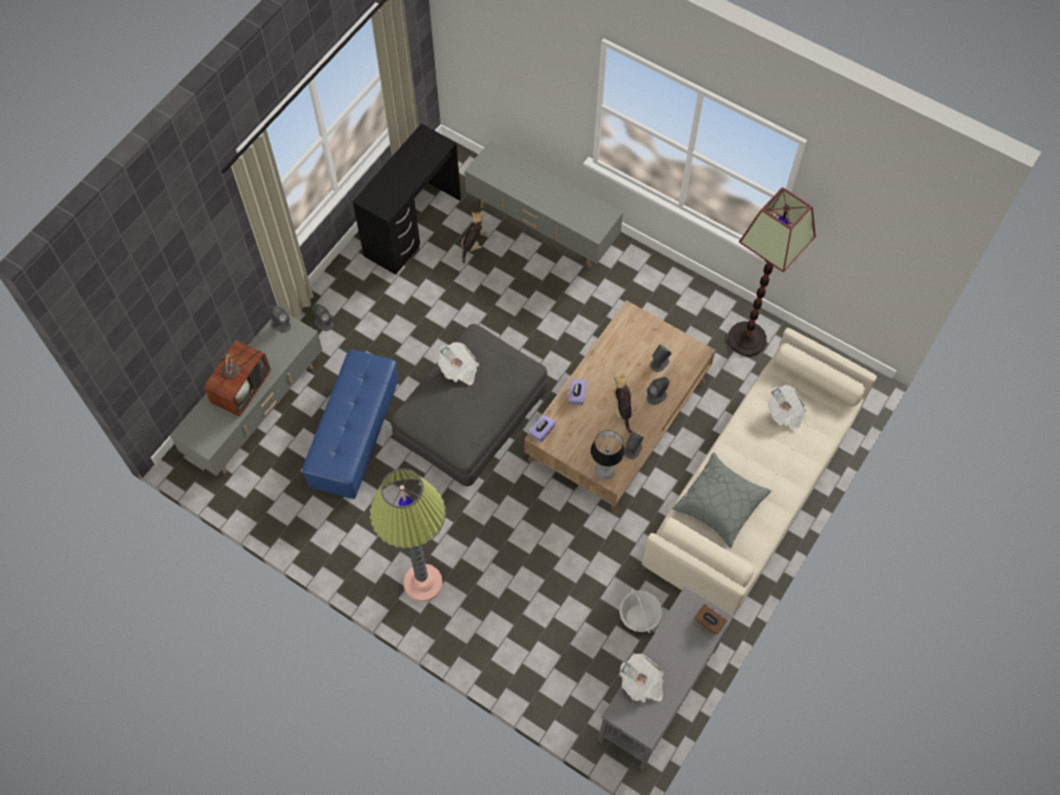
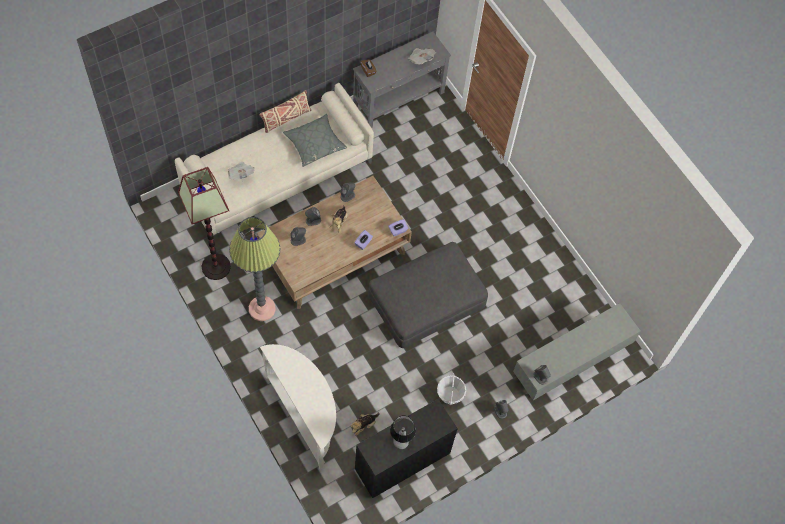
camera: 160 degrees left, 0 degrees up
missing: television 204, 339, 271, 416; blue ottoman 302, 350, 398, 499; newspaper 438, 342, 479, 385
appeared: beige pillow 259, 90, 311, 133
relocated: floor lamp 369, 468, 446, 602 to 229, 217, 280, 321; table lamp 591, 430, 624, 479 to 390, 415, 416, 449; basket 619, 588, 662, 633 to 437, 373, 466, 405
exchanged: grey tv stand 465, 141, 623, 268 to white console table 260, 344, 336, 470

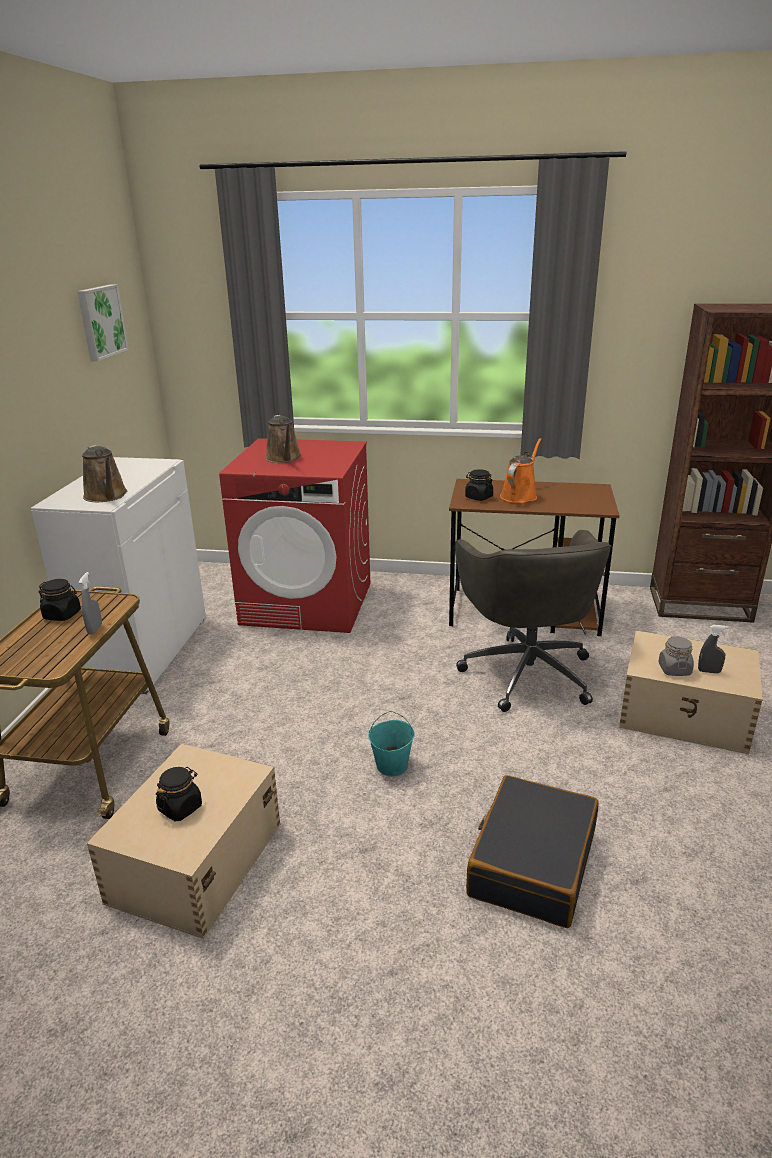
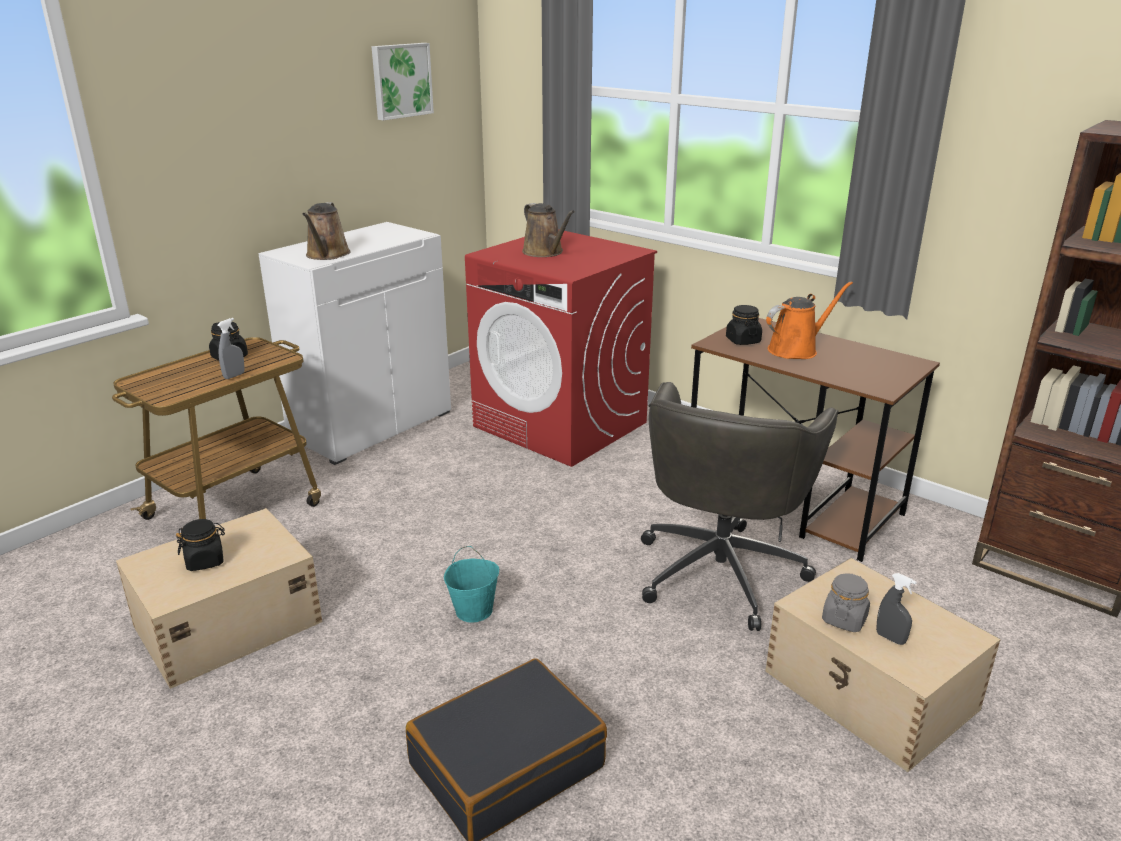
camera: 30 degrees right, 0 degrees up
spun: brown watering can 266, 415, 302, 463 = 522, 203, 575, 257 45 degrees counterclockwise

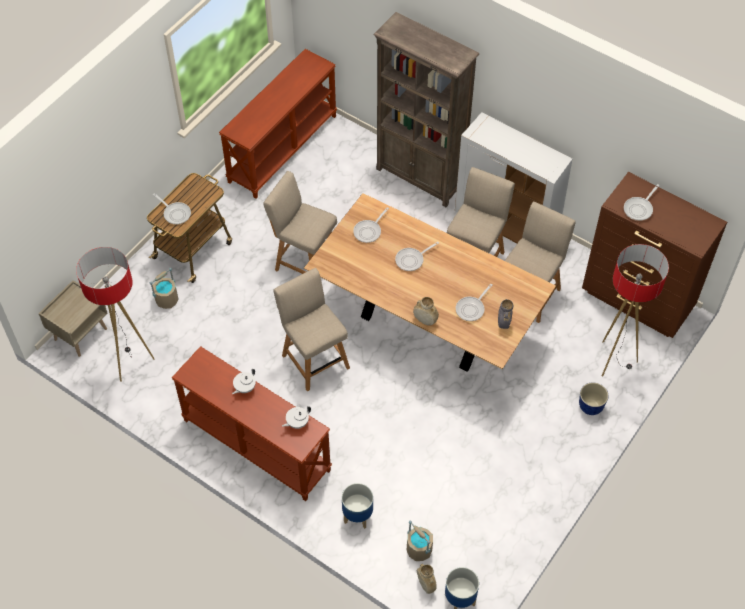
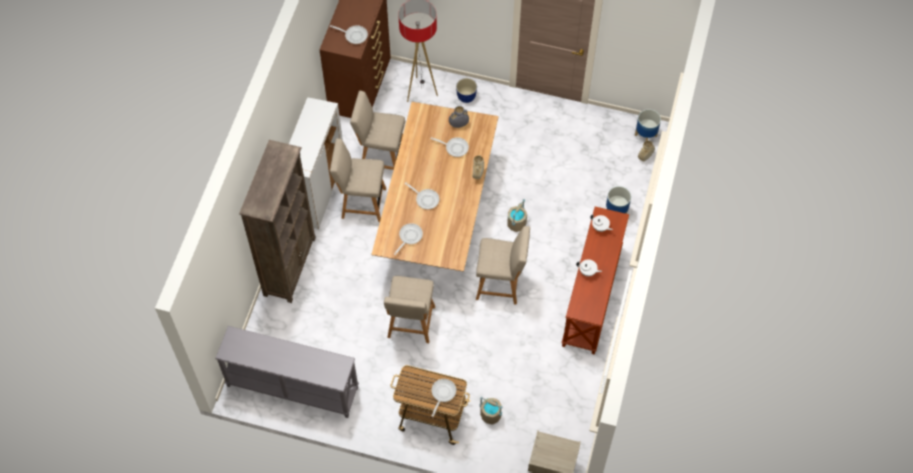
camera: 110 degrees left, 5 degrees up
missing: floor lamp 76, 247, 155, 382
relocated: beige bucket 407, 521, 433, 561 to 507, 199, 527, 232
colour: brown console table 219, 49, 337, 199 to grey console table 216, 326, 359, 418
spun: beige chair 273, 268, 350, 391 = 476, 226, 530, 305 120 degrees counterclockwise; frying pan 353, 207, 389, 243 = 394, 223, 423, 255 75 degrees counterclockwise

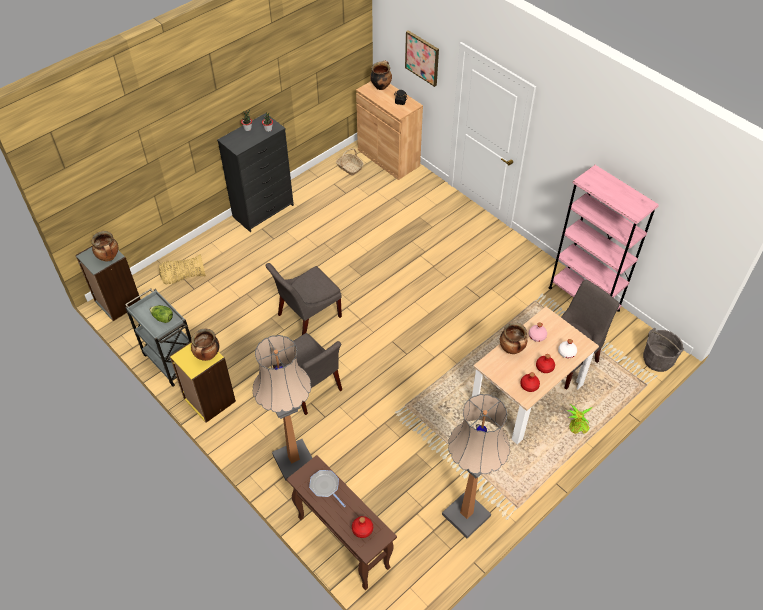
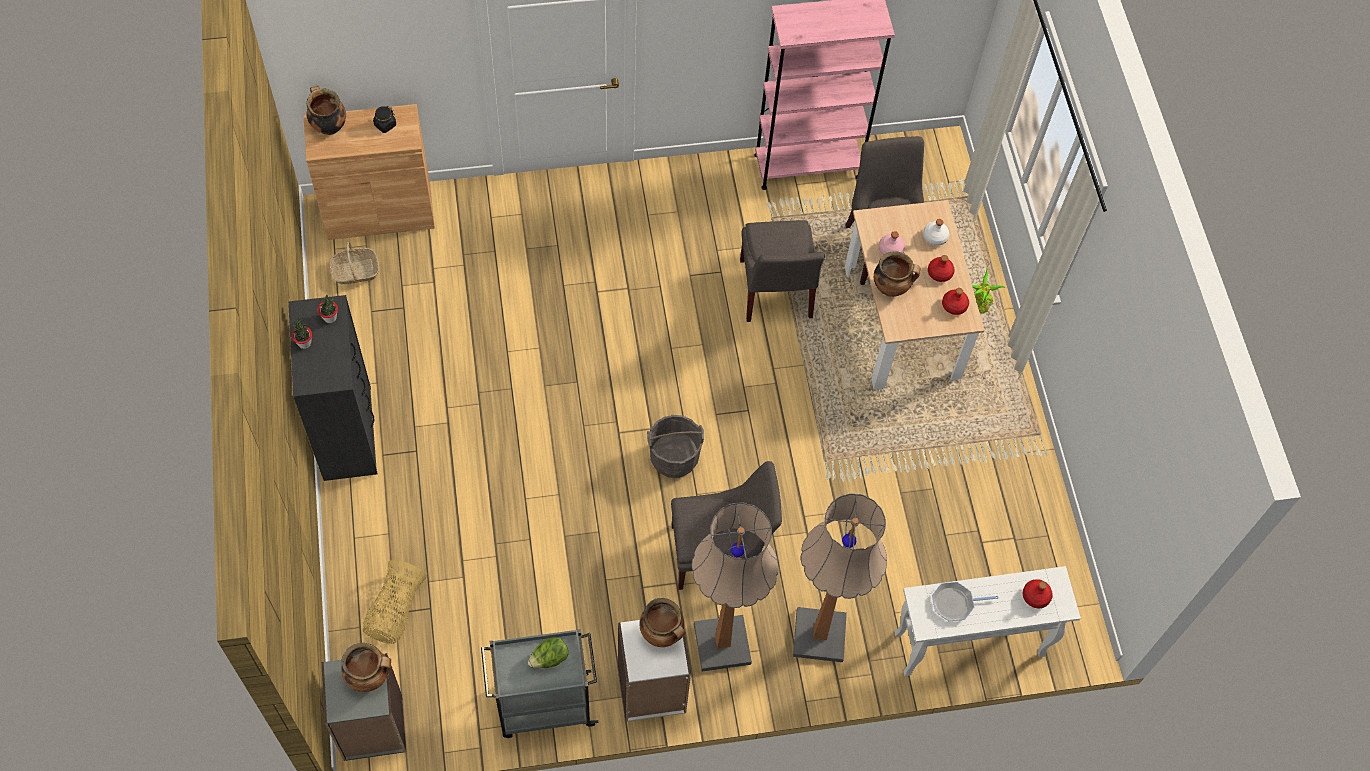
camera: 60 degrees left, 10 degrees up
missing: picture 405, 30, 439, 87
relocated: grey chair 266, 263, 342, 335 to 740, 220, 825, 322; floor lamp 442, 394, 510, 538 to 692, 502, 779, 671; grey bucket 643, 328, 684, 372 to 647, 415, 704, 478
colour: yellow bookcase 170, 342, 236, 423 to white bookcase 618, 620, 691, 722; brown console table 287, 455, 397, 590 to white console table 895, 566, 1081, 676

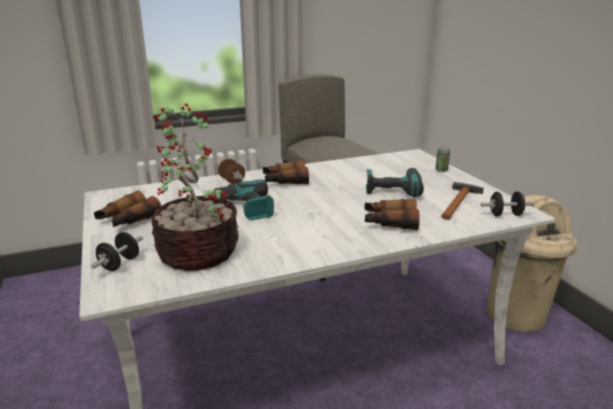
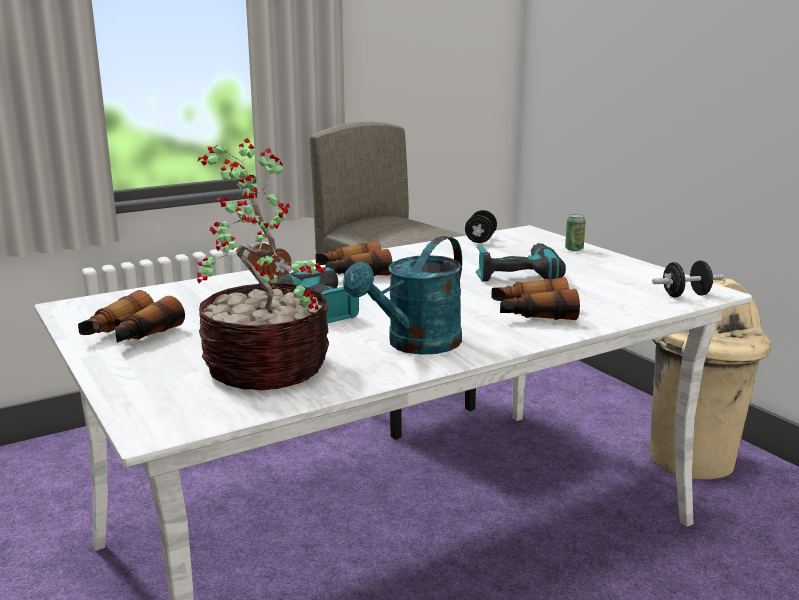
camera: 10 degrees left, 5 degrees down
missing: hammer 441, 182, 484, 220
appeared: turquoise watering can 343, 236, 462, 355
relocated: black dumbbell 91, 232, 143, 271 to 465, 210, 497, 243

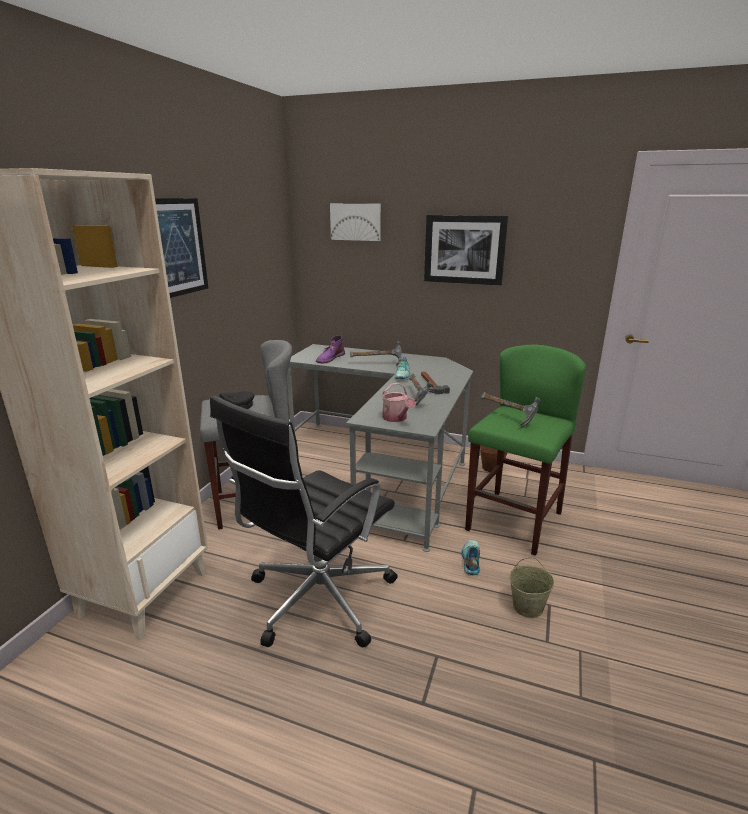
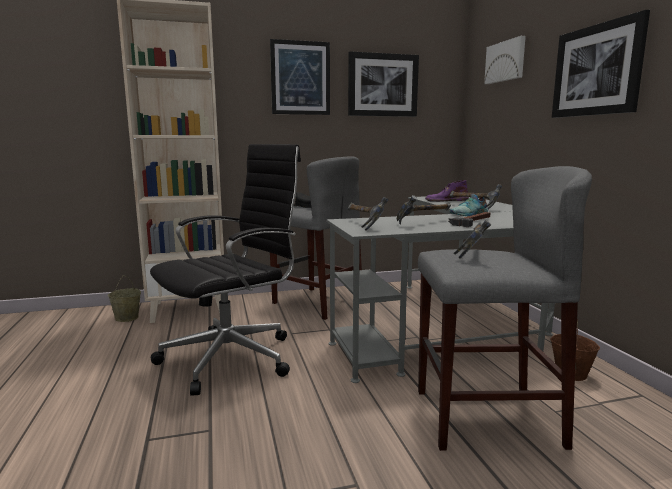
camera: 55 degrees right, 10 degrees down
missing: shoe 461, 540, 480, 575
appeared: picture 348, 51, 419, 117
relocated: beige bucket 510, 558, 554, 618 to 108, 275, 141, 322
exchanged: watering can 382, 383, 416, 422 to hammer 347, 197, 388, 230
colour: green stool 465, 345, 586, 556 to grey stool 418, 166, 592, 451
spun: black office chair 210, 396, 398, 647 = 150, 144, 301, 396 135 degrees clockwise

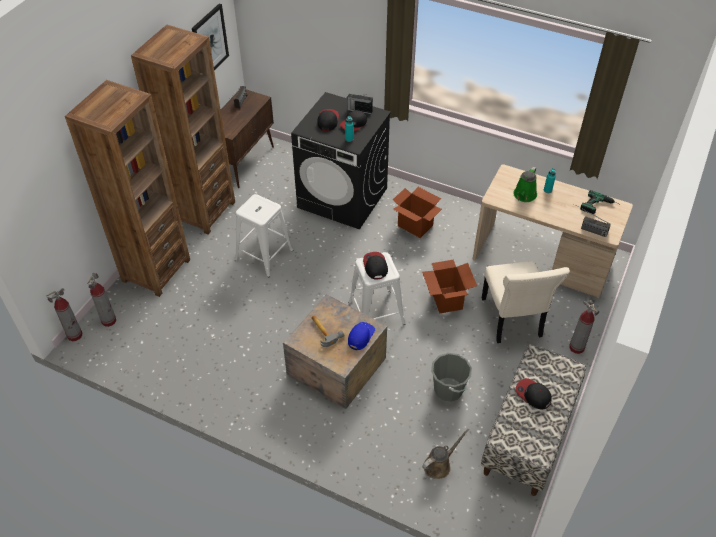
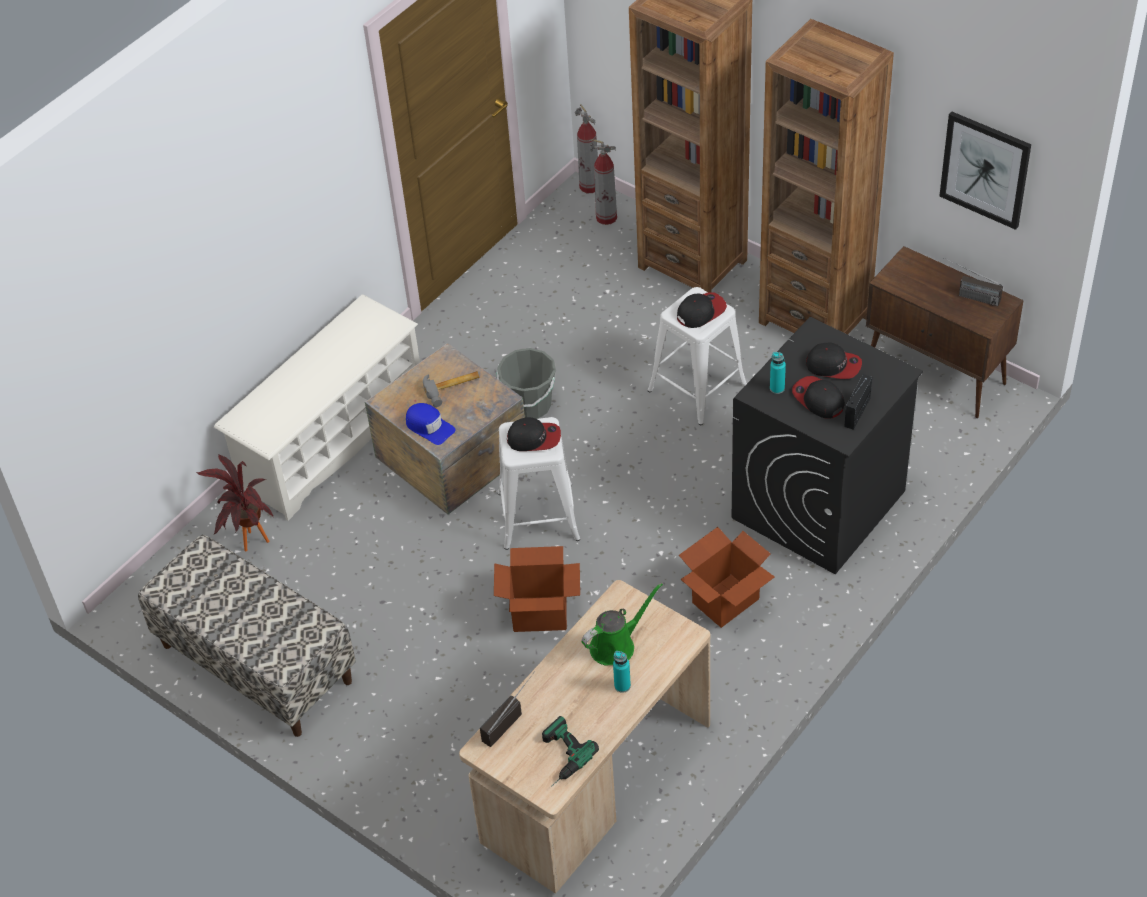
camera: 105 degrees right, 0 degrees up
missing: beige chair 482, 261, 570, 343; fire extinguisher 569, 300, 600, 354
appeared: white shoe rack 214, 294, 420, 521
relocated: grey bucket 431, 353, 472, 402 to 497, 348, 556, 419; cap 516, 378, 552, 409 to 677, 292, 727, 328
exchanged: brown watering can 422, 429, 469, 479 to potted plant 196, 454, 274, 552
spun: green watering can 513, 167, 537, 202 = 582, 583, 663, 666 105 degrees clockwise

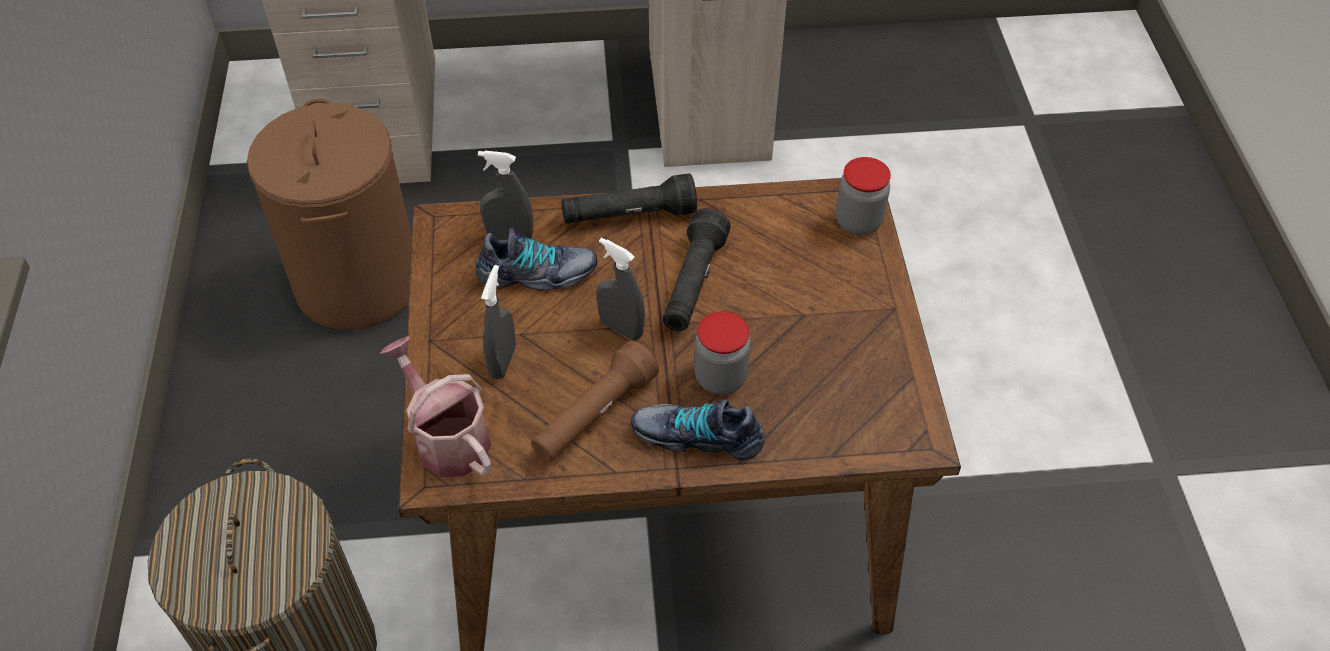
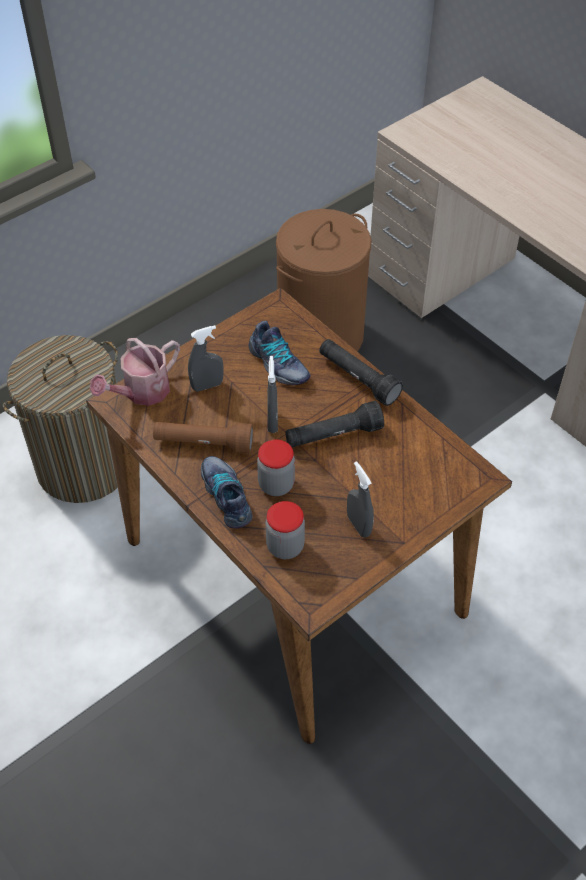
camera: 55 degrees right, 0 degrees up
relocated: grey spray bottle 478, 150, 533, 240 to 347, 461, 374, 538; jar 836, 157, 891, 235 to 266, 501, 305, 559
spun: watering can 380, 336, 492, 477 = 90, 338, 180, 406 150 degrees counterclockwise

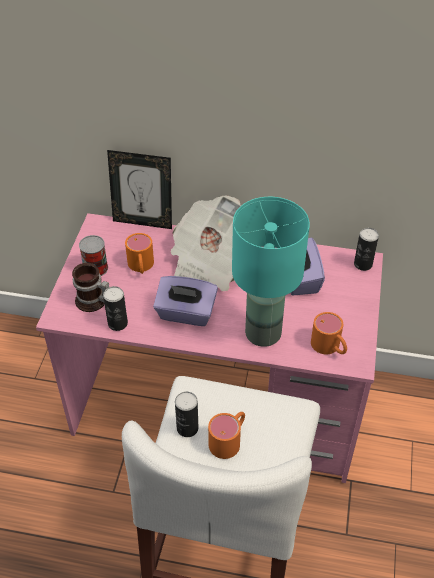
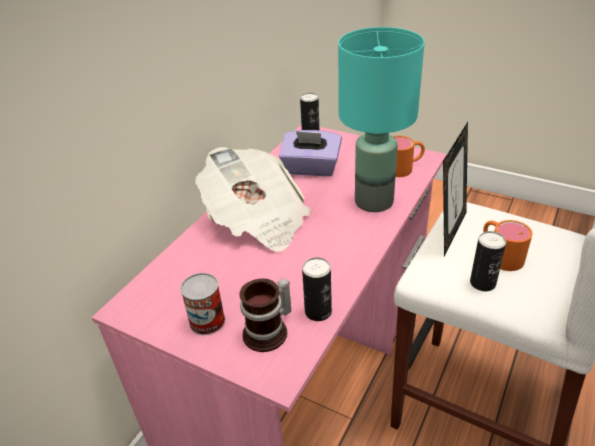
camera: 70 degrees left, 10 degrees down
missing: orange mug 125, 233, 154, 274; purple tissue box 153, 276, 218, 326
relocated: picture frame 107, 150, 172, 229 to 443, 122, 468, 257

